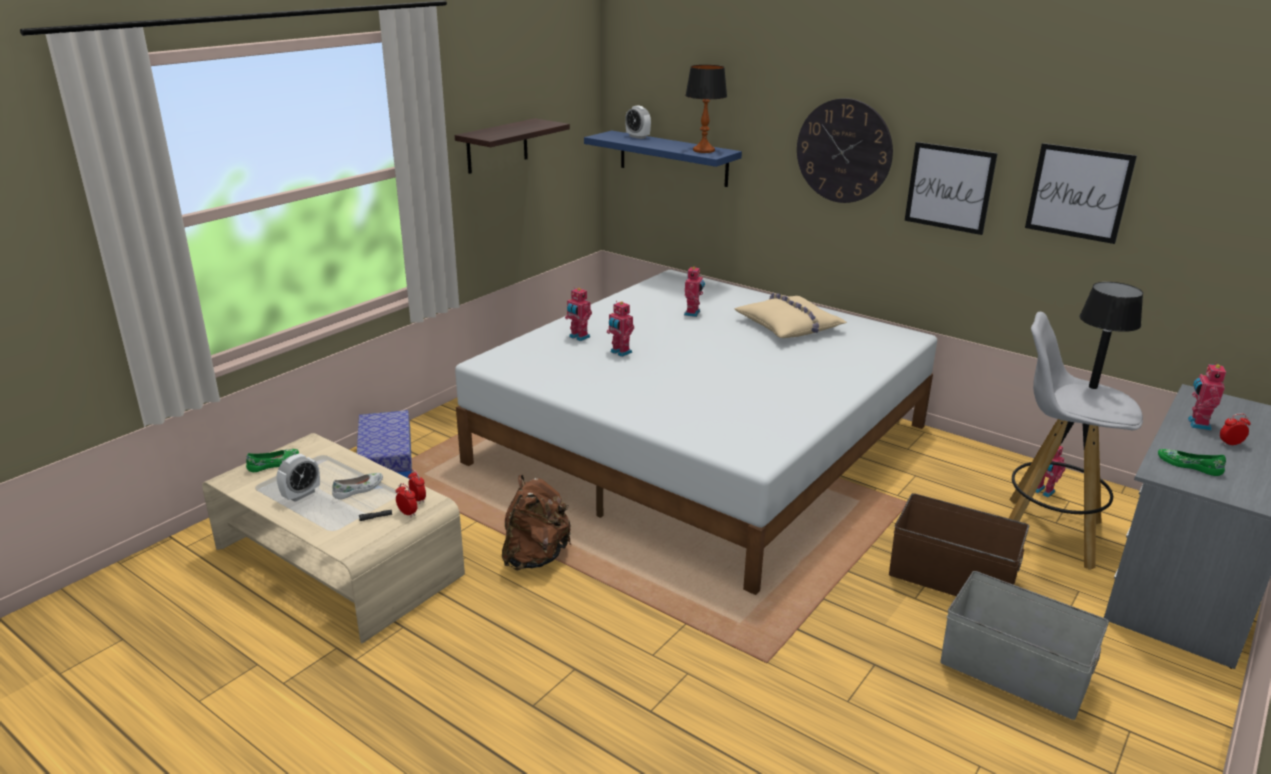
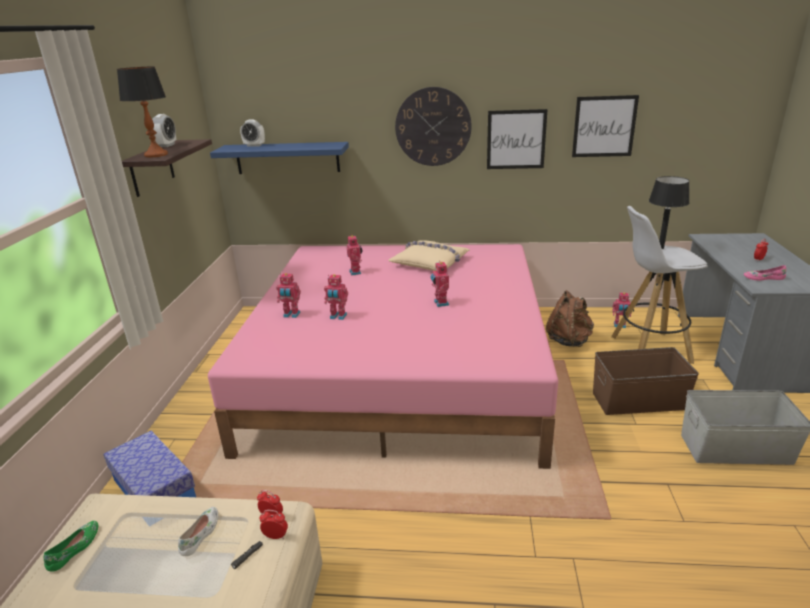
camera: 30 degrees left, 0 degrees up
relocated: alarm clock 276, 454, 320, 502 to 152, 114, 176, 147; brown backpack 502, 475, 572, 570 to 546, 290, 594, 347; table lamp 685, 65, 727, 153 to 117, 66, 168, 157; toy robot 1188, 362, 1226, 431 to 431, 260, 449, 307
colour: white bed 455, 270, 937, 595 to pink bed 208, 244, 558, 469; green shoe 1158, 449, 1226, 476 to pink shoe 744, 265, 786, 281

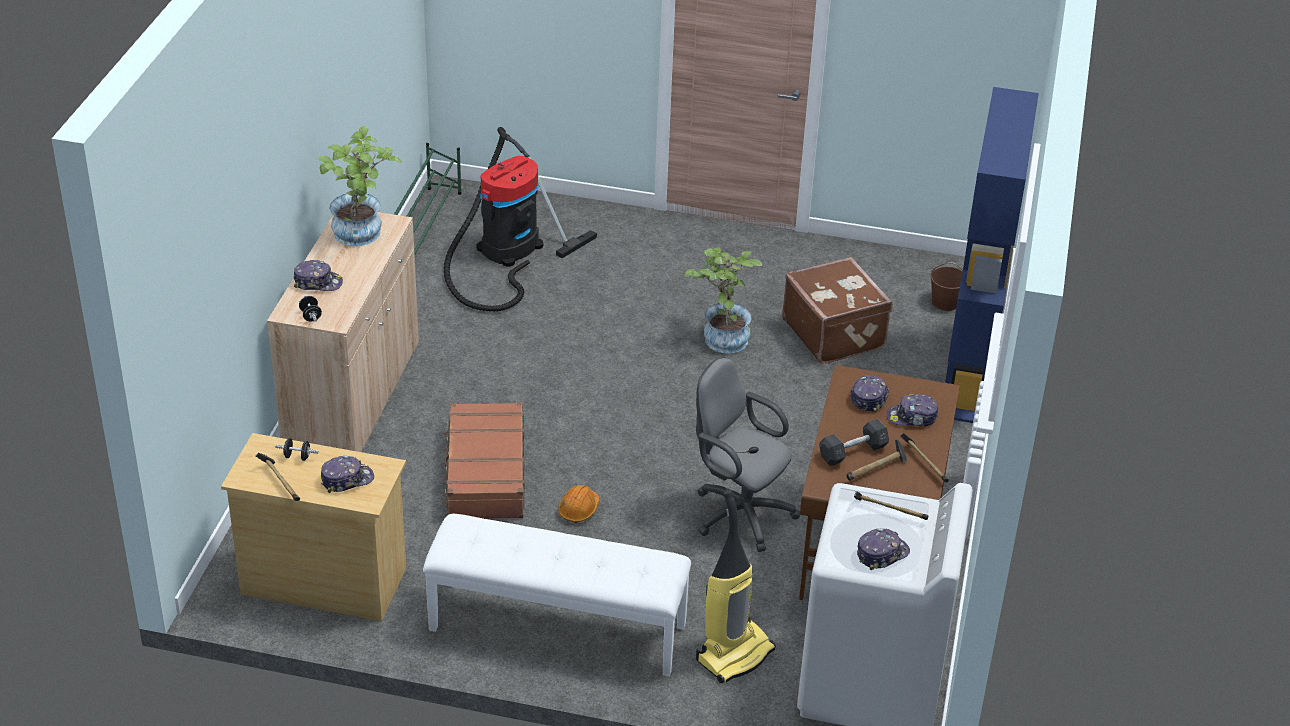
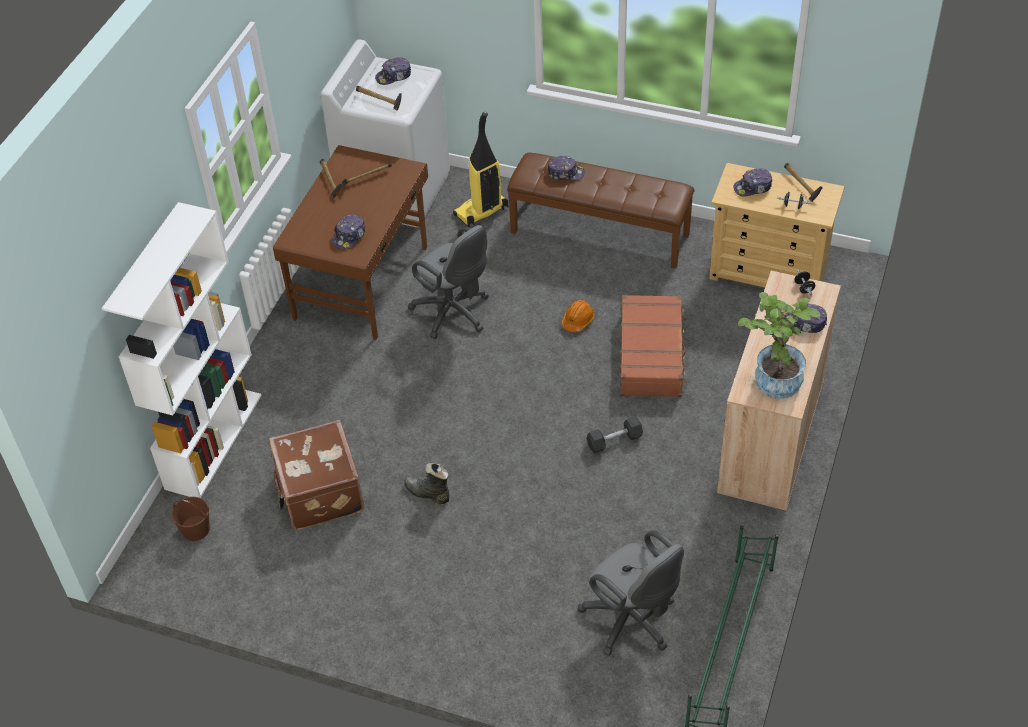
camera: 170 degrees left, 10 degrees up
relocated: grey dumbbell 819, 419, 889, 466 to 587, 416, 643, 453; cap 887, 394, 938, 427 to 547, 156, 585, 180
exchanged: vacuum cleaner 444, 127, 597, 312 to grey office chair 577, 531, 684, 656; potted plant 685, 247, 762, 353 to black boot 404, 463, 449, 504
colour: white bench 423, 514, 691, 676 to brown bench 507, 153, 695, 269; blue bookcase 945, 87, 1039, 423 to white bookcase 102, 202, 262, 498

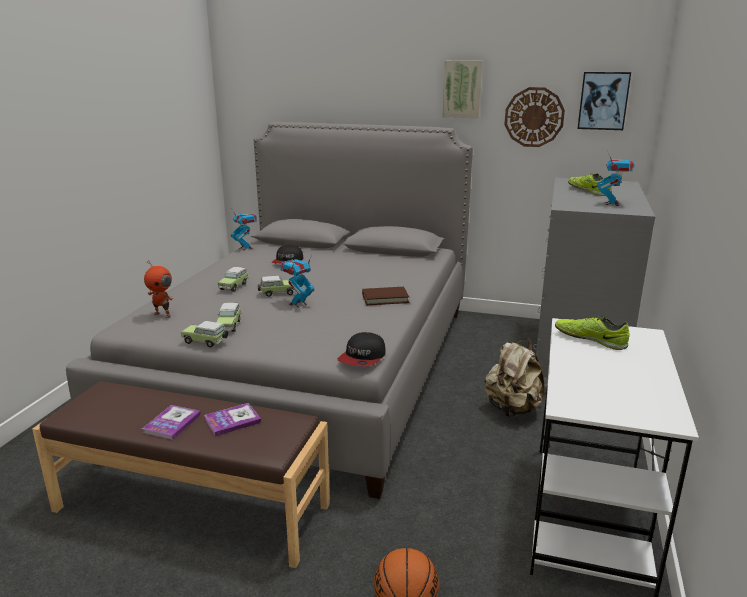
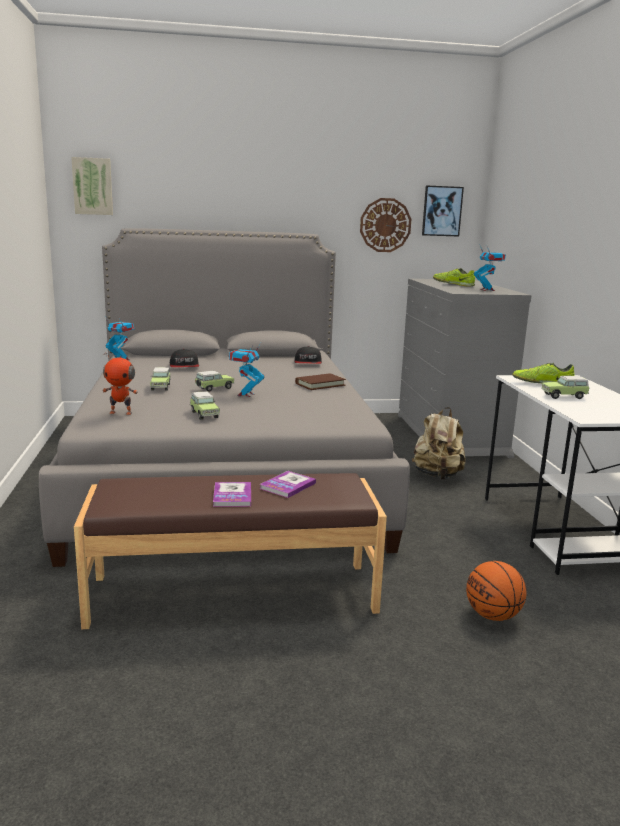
camera: 25 degrees left, 5 degrees down
relocated: toy car 181, 321, 228, 348 to 542, 376, 589, 399; cap 338, 332, 386, 367 to 294, 346, 322, 364; picture 443, 60, 483, 118 to 71, 157, 113, 215

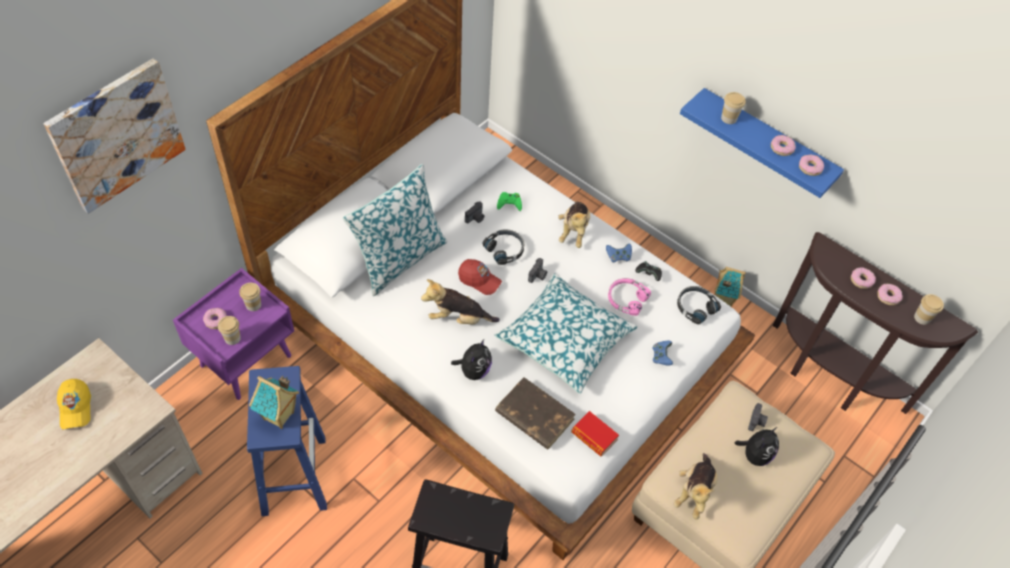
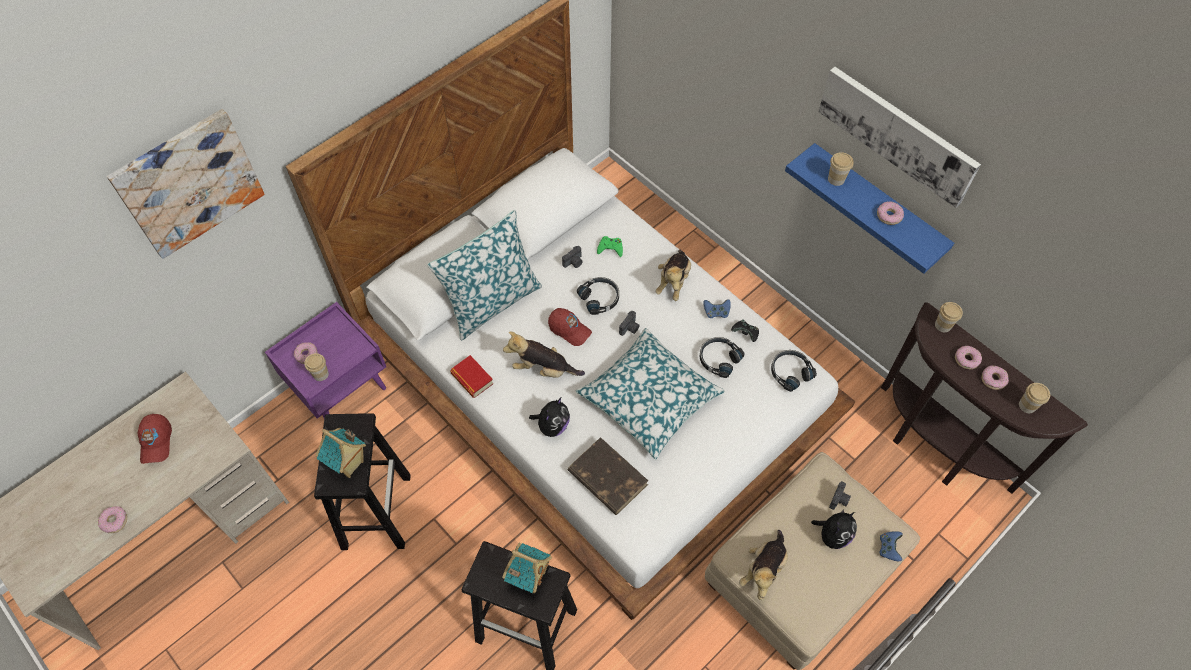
camera: 10 degrees right, 5 degrees up
appeared: picture 818, 67, 981, 208
relocated: cup 239, 283, 261, 311 to 935, 302, 963, 332; book 571, 411, 619, 456 to 450, 355, 494, 398; blue game controller 653, 341, 673, 366 to 880, 531, 903, 561; toy house 714, 267, 746, 306 to 502, 543, 552, 593; donut 799, 155, 824, 176 to 98, 506, 127, 533
colour: yellow cap 57, 379, 91, 429 to red cap 137, 414, 172, 464; blue stool 247, 366, 327, 516 to black stool 314, 413, 411, 550; pink headphones 608, 278, 651, 316 to black headphones 700, 337, 745, 378

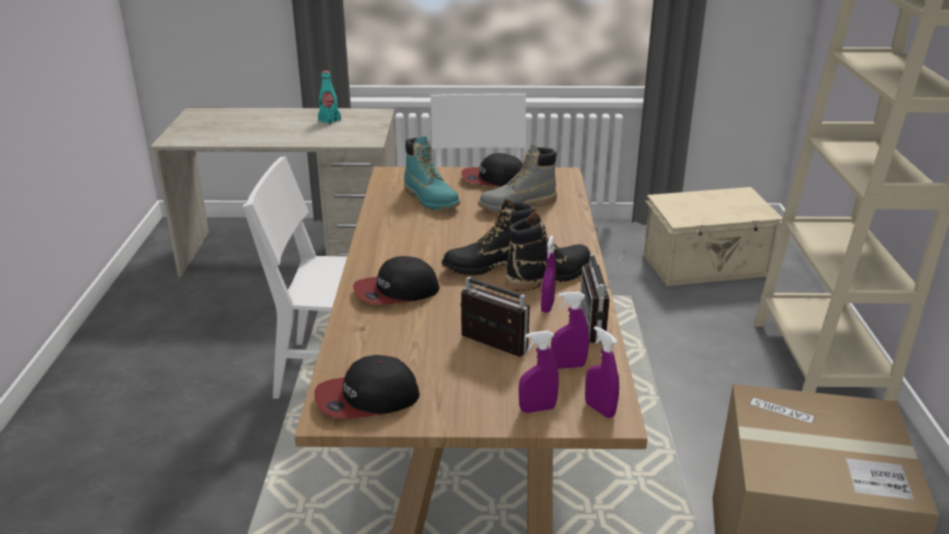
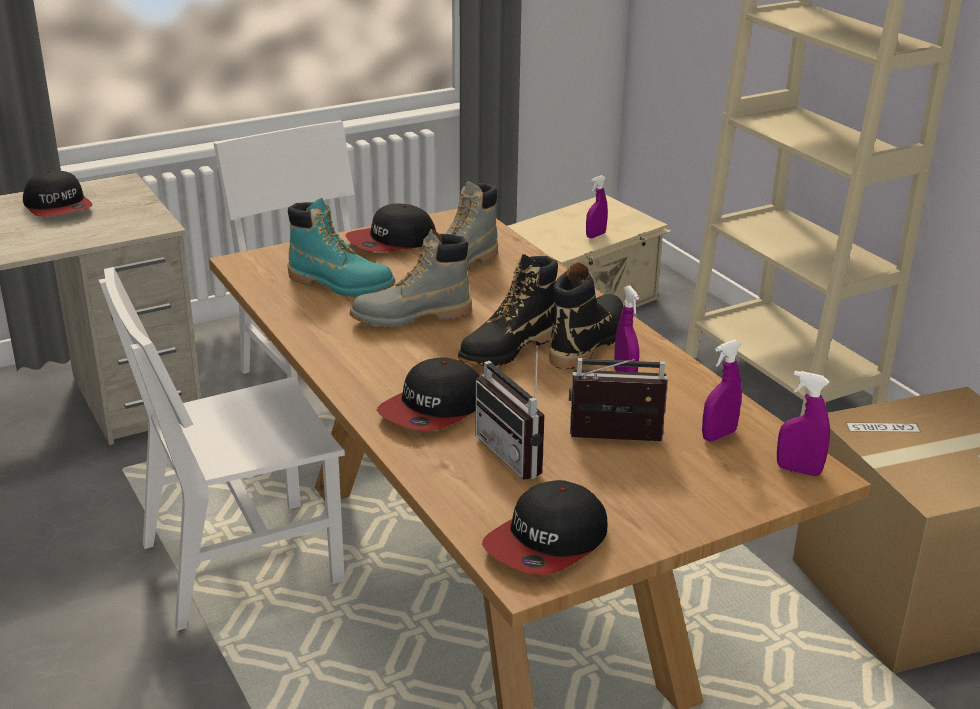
camera: 30 degrees left, 0 degrees up
appeared: grey boot 350, 229, 472, 328
relocated: purple spray bottle 519, 331, 559, 413 to 586, 175, 608, 238; radio 580, 250, 625, 344 to 475, 346, 545, 479
exchanged: turquoise bottle 318, 71, 341, 124 to cap 23, 170, 92, 217

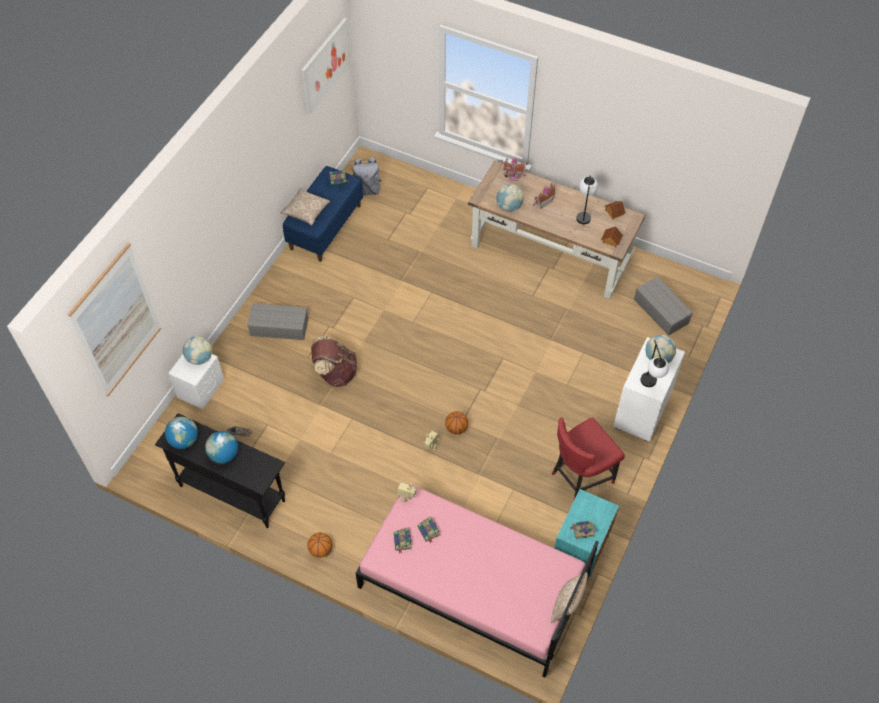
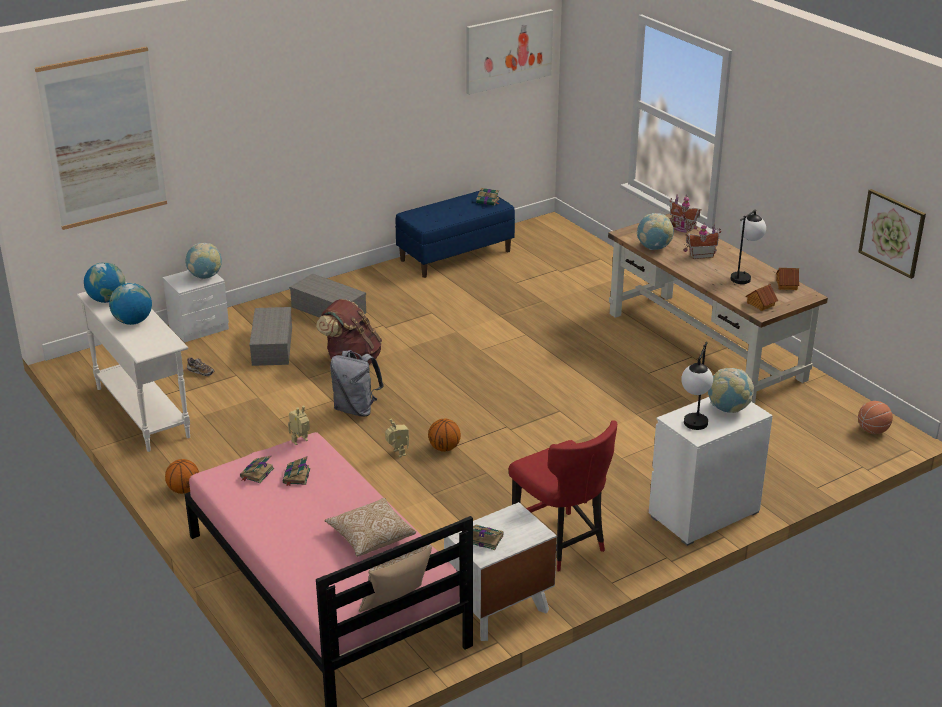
camera: 30 degrees right, 25 degrees down
appeared: basketball 858, 401, 893, 434; picture 859, 189, 926, 279
relocated: pillow 281, 188, 330, 226 to 325, 498, 416, 557; grey backpack 353, 156, 382, 195 to 330, 350, 384, 417; grey storage box 634, 277, 693, 336 to 250, 307, 292, 366
colour: black console table 155, 413, 285, 528 to white console table 77, 282, 190, 452; turquoise nightstand 554, 489, 619, 577 to white nightstand 444, 502, 557, 641
spun: red chair 552, 417, 625, 502 = 509, 420, 617, 571 120 degrees counterclockwise

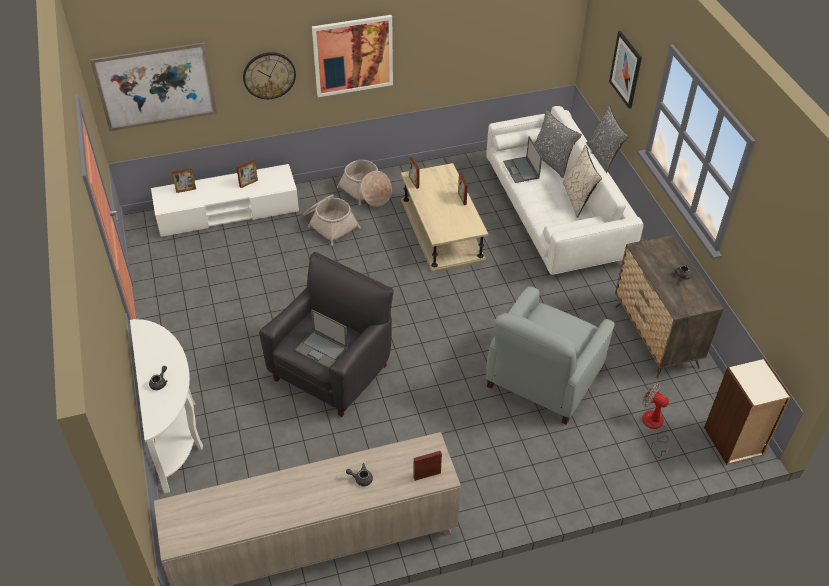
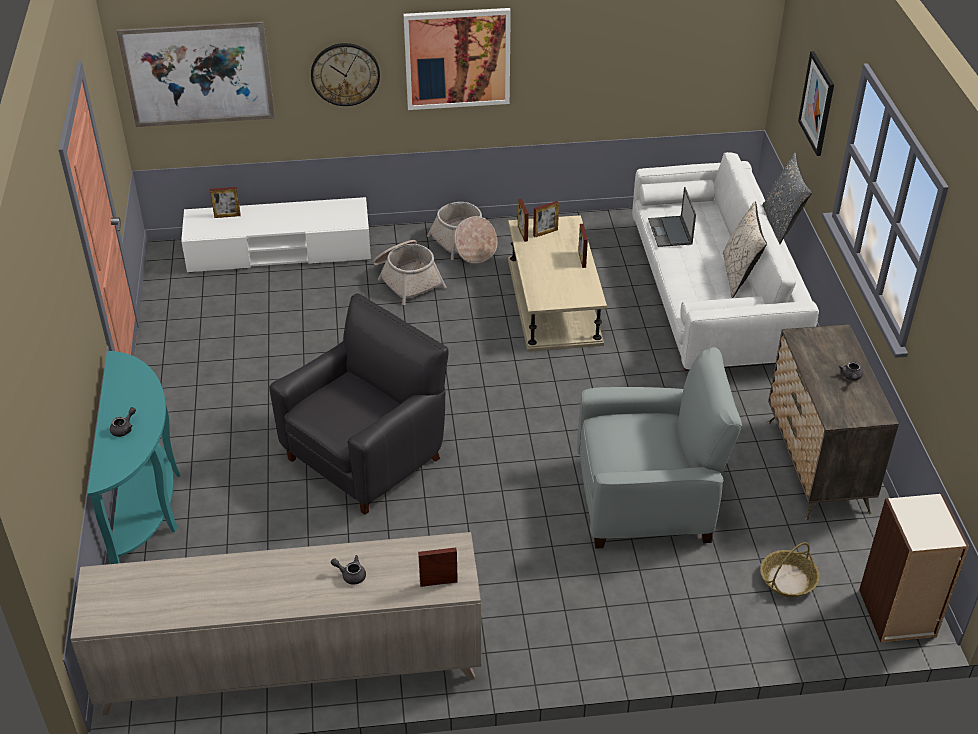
camera: 10 degrees right, 5 degrees down
missing: laptop 295, 309, 348, 368; grey pillow 534, 109, 582, 178
relocated: picture frame 236, 160, 258, 188 to 533, 201, 559, 237
exchanged: fan 642, 383, 669, 458 to basket 760, 542, 819, 597
colour: white console table 130, 319, 203, 493 to turquoise console table 87, 351, 180, 564
spun: grey armchair 486, 287, 615, 424 = 577, 347, 742, 549 135 degrees counterclockwise

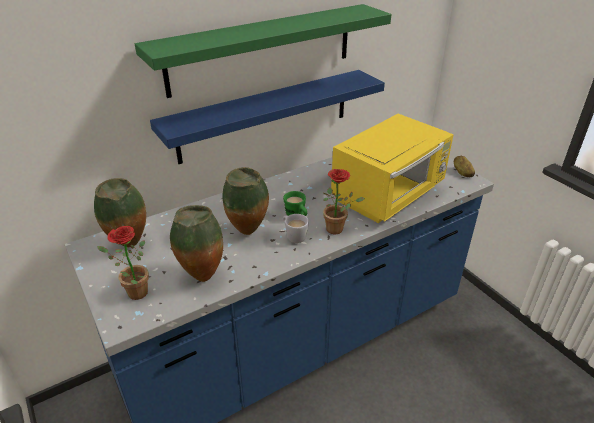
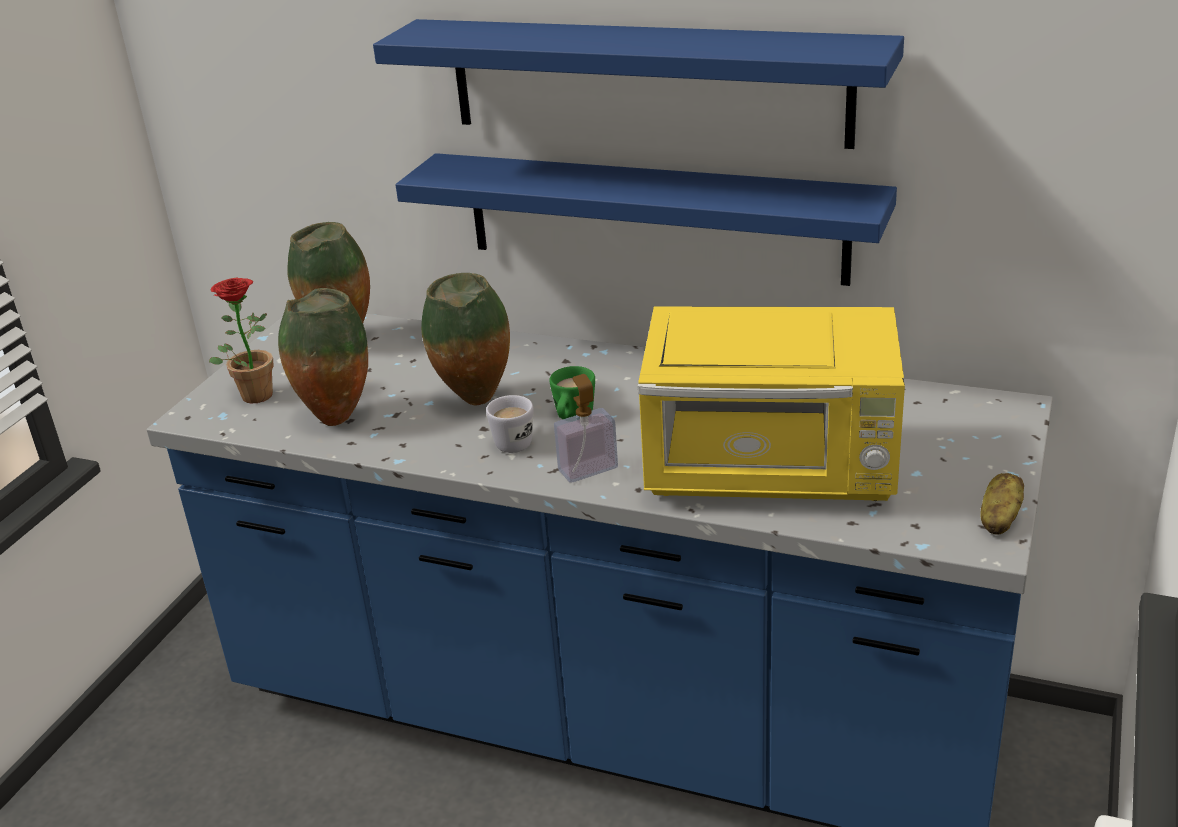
camera: 55 degrees right, 5 degrees down
exchanged: potted plant 323, 169, 365, 234 to soap dispenser 554, 374, 618, 483
colour: green shelf 135, 4, 391, 98 to blue shelf 373, 19, 904, 149

